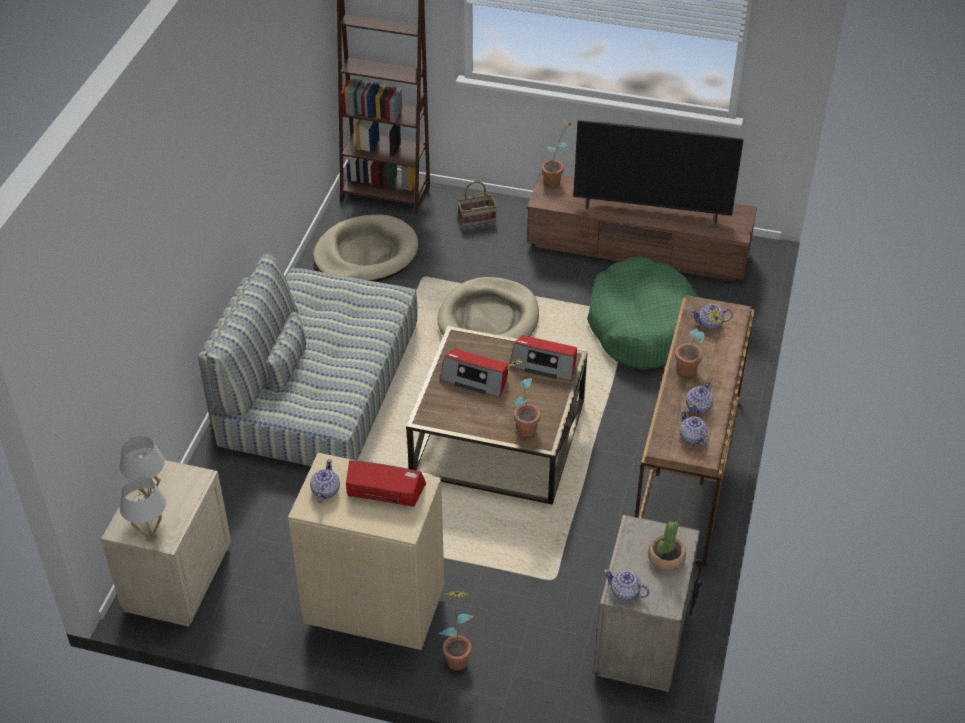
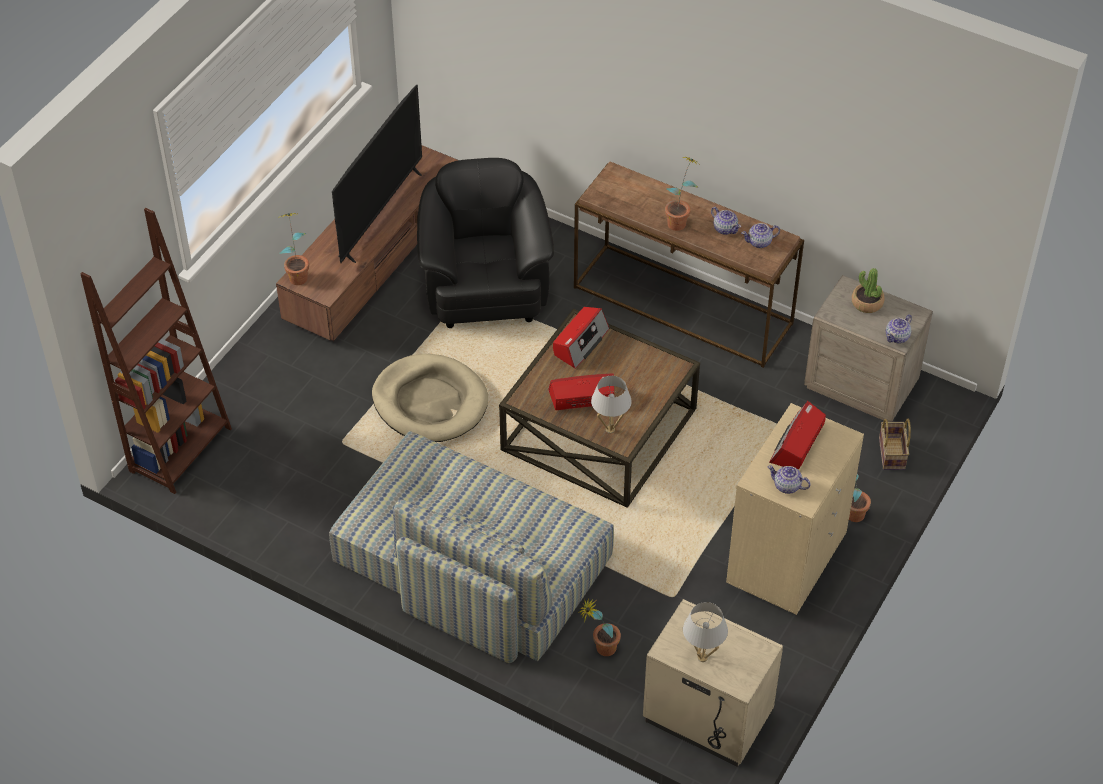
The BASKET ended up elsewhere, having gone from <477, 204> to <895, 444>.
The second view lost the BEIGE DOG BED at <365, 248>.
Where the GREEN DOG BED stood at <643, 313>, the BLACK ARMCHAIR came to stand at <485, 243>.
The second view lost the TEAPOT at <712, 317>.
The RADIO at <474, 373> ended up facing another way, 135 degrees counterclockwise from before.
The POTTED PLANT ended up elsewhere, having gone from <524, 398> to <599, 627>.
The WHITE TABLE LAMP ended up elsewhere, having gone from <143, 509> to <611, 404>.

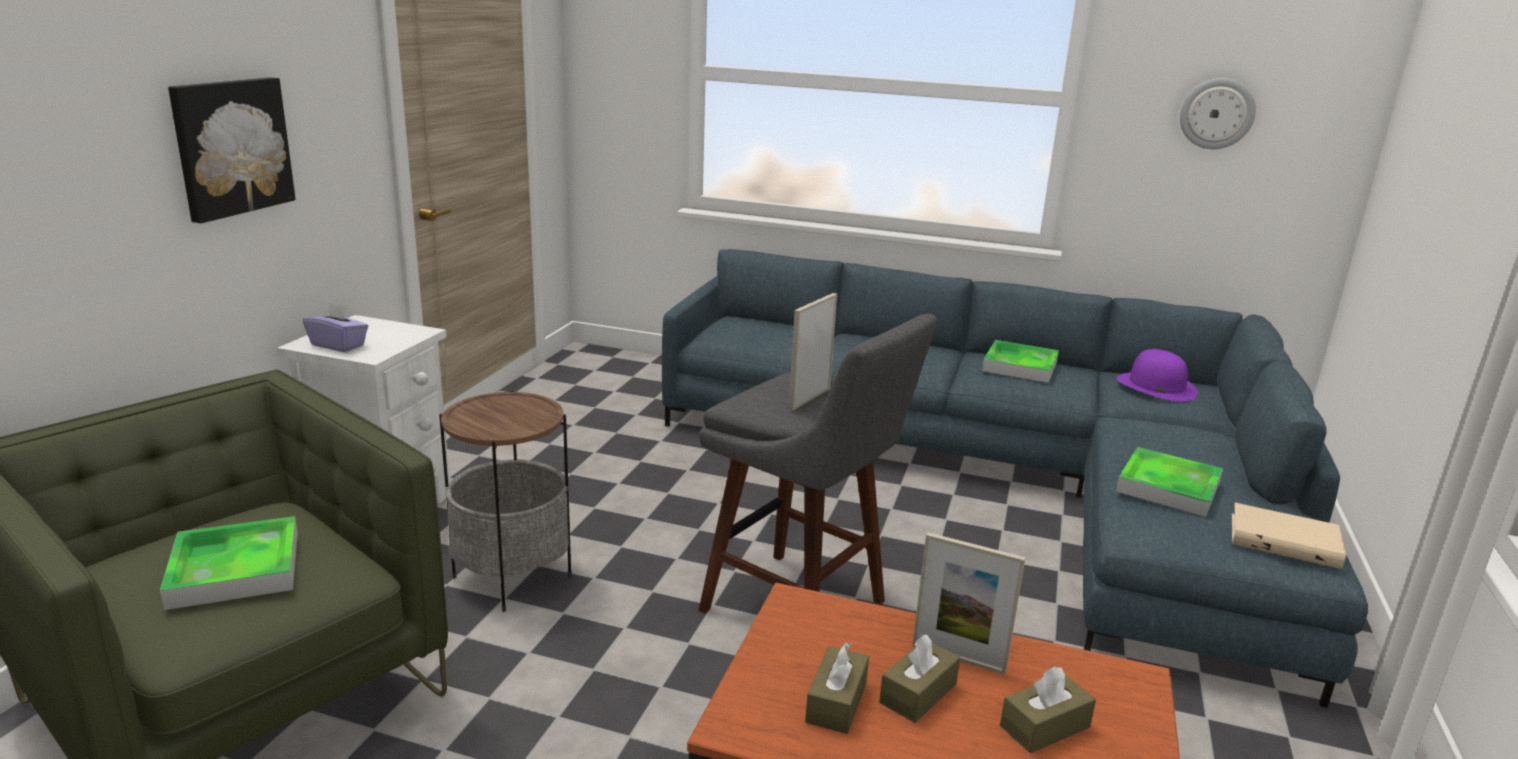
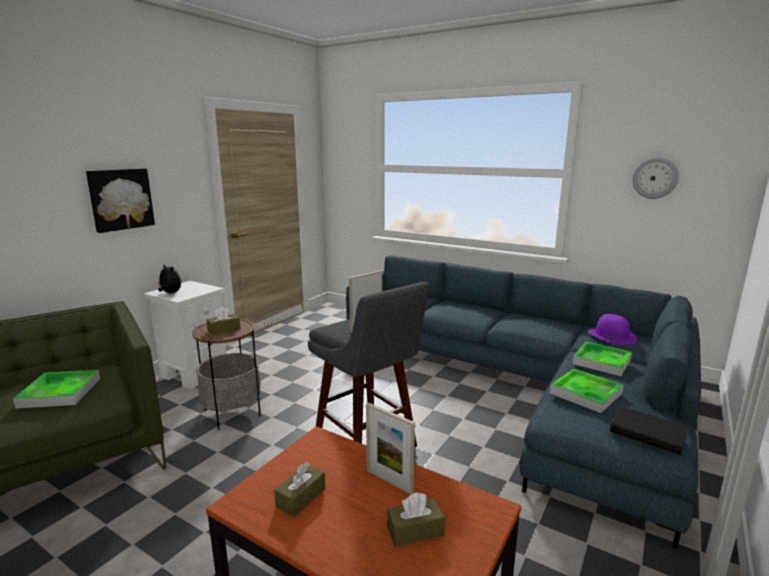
Where the PURPLE TISSUE BOX stood at <335, 327>, the PLUSH TOY came to stand at <169, 278>.
The TRAY ended up elsewhere, having gone from <1020, 361> to <602, 359>.
What was the BEIGE BOOK at <1289, 536> turned into the BLACK BOOK at <649, 430>.
The BROWN TISSUE BOX ended up elsewhere, having gone from <919, 679> to <223, 321>.

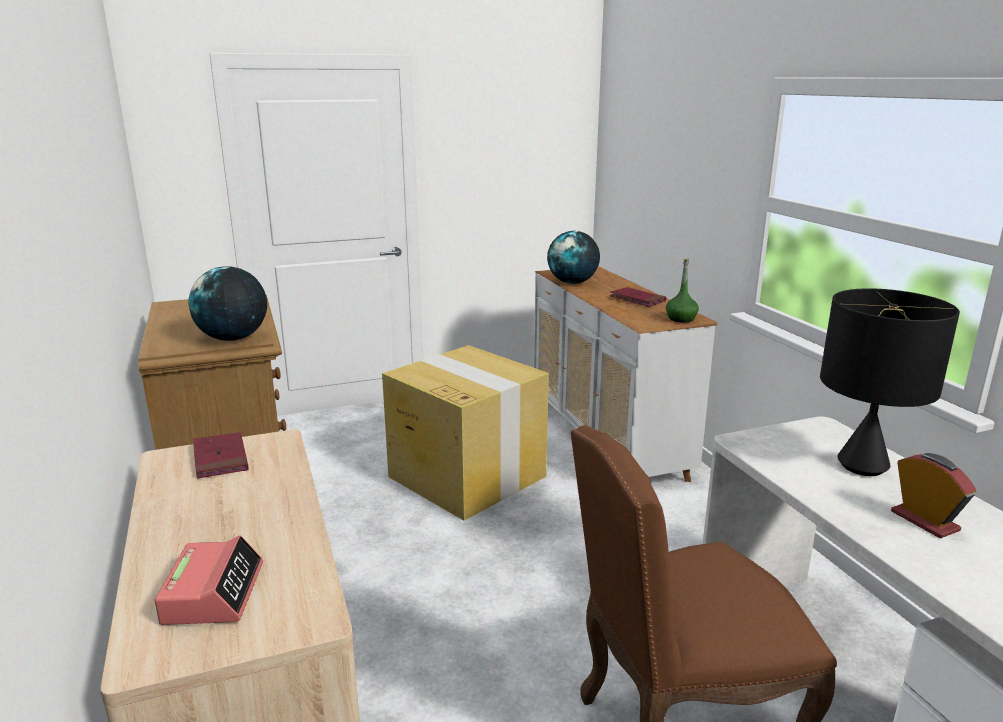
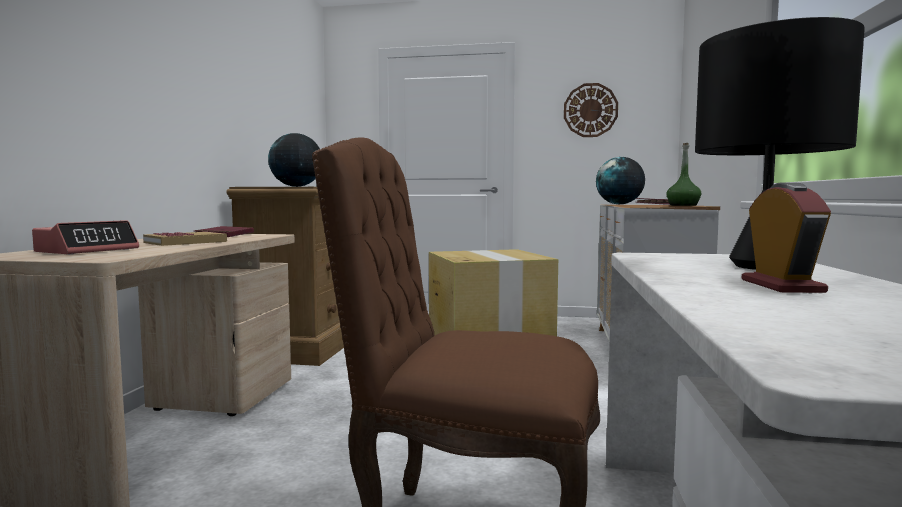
The second view gained the WALL CLOCK at <591, 110>.
The second view gained the BOOK at <185, 239>.

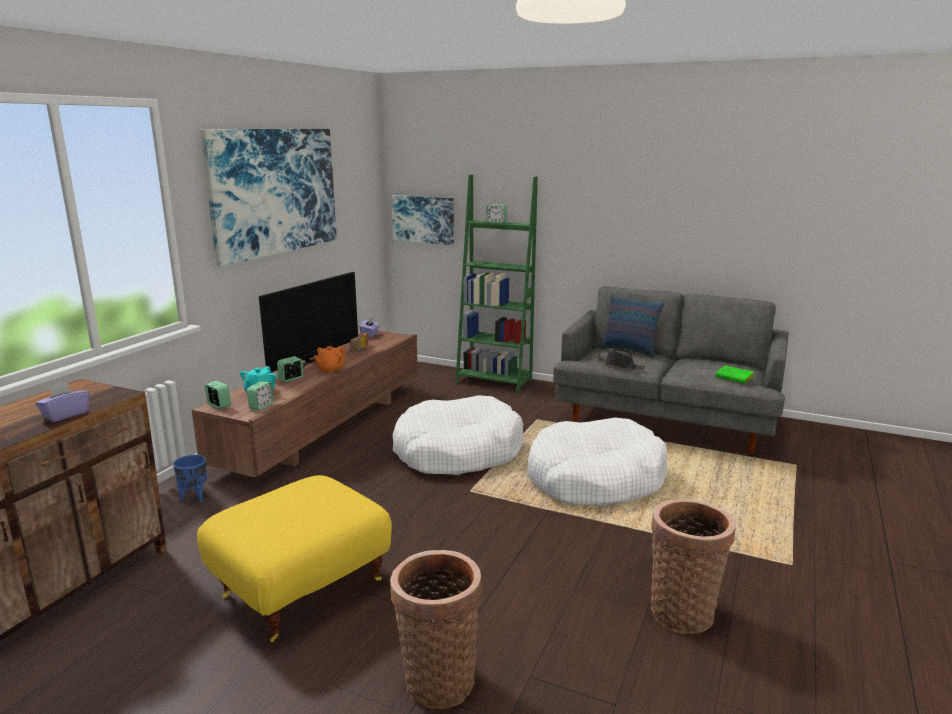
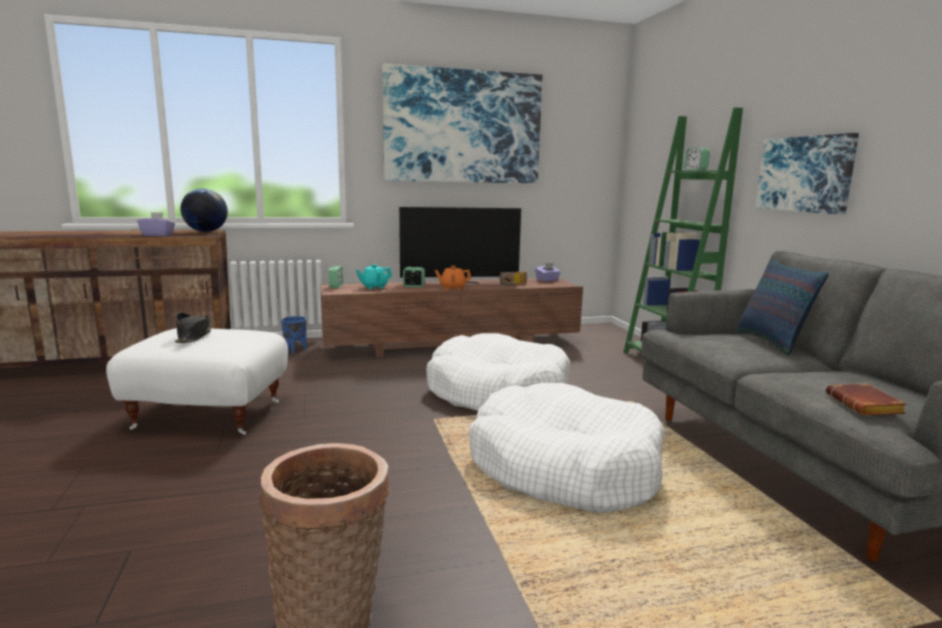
The PICTURE ended up elsewhere, having gone from <422, 220> to <807, 174>.
The BLACK HAT ended up elsewhere, having gone from <620, 359> to <193, 328>.
What was the GREEN BOOK at <735, 374> turned into the BROWN BOOK at <866, 399>.
The second view lost the ALARM CLOCK at <260, 395>.
What was the YELLOW OTTOMAN at <294, 558> turned into the WHITE OTTOMAN at <197, 381>.
The second view lost the BASKET at <436, 629>.
The second view gained the GLOBE at <204, 210>.

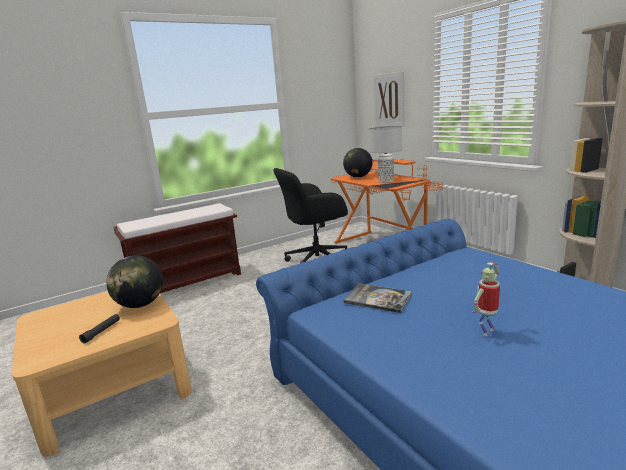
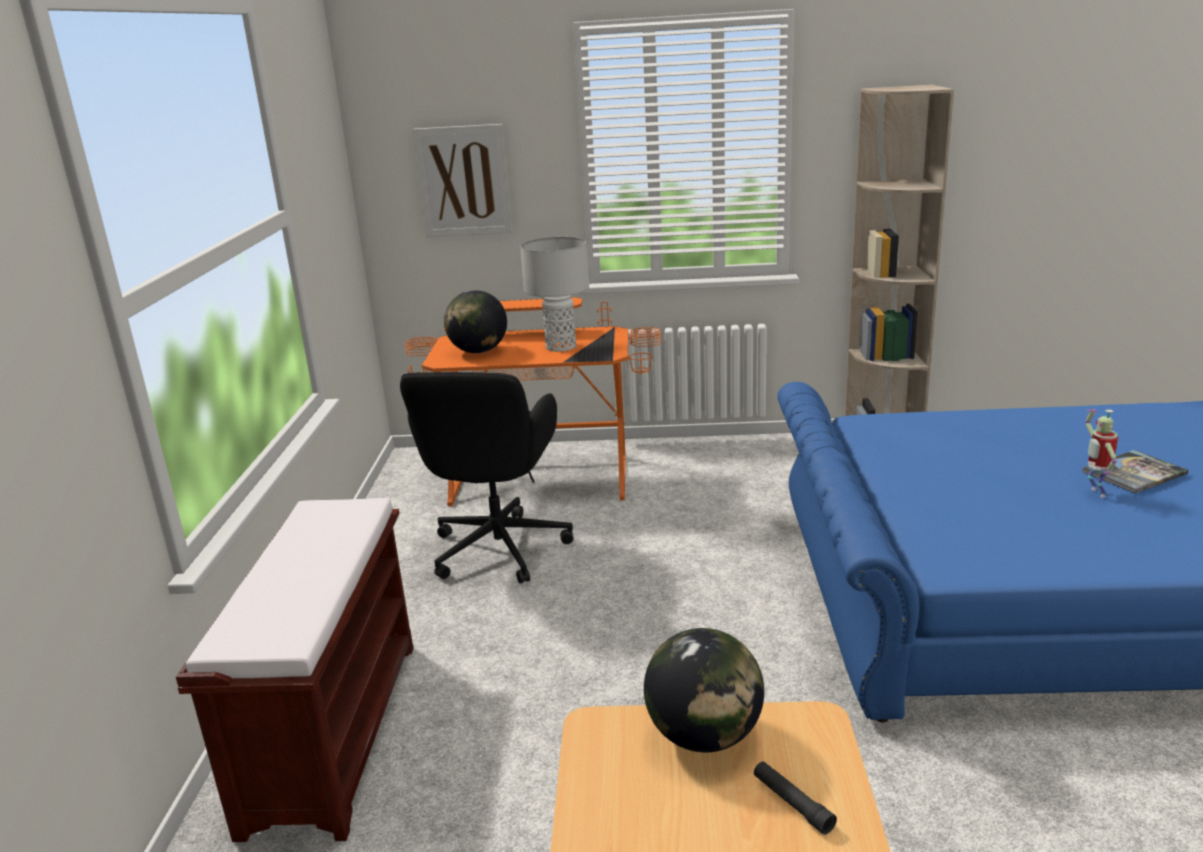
The BOOK ended up elsewhere, having gone from <378, 298> to <1135, 471>.

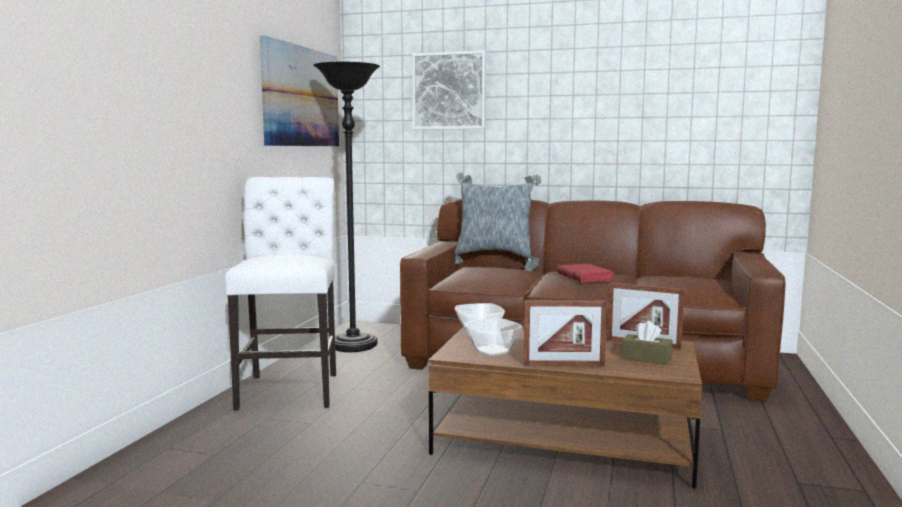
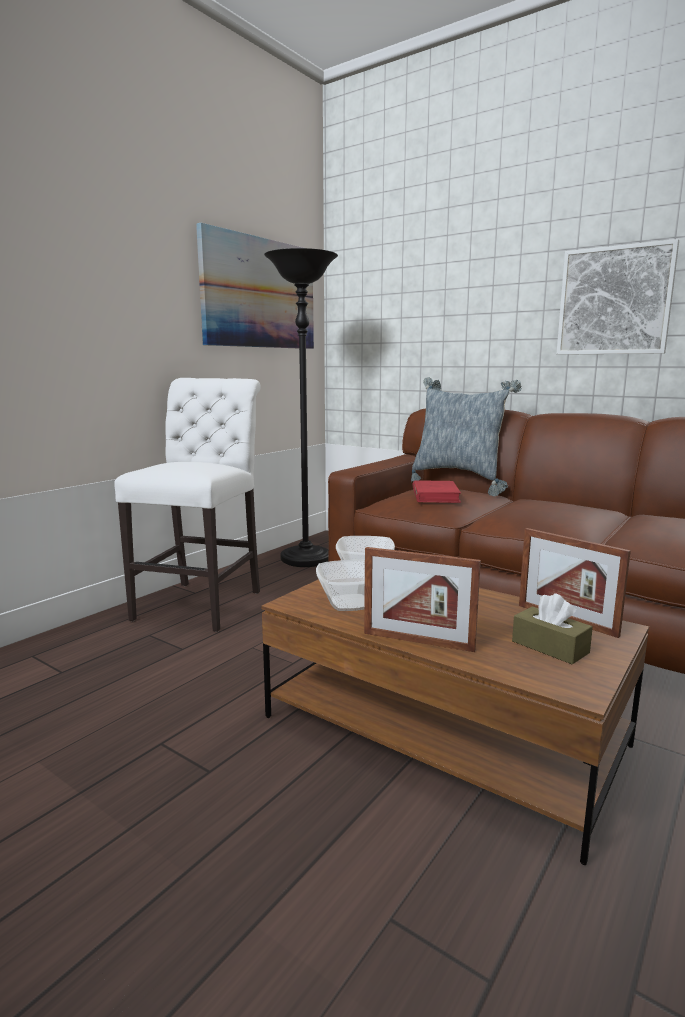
The PICTURE ended up elsewhere, having gone from <449, 90> to <617, 297>.
The RED BOOK ended up elsewhere, having gone from <586, 273> to <436, 492>.

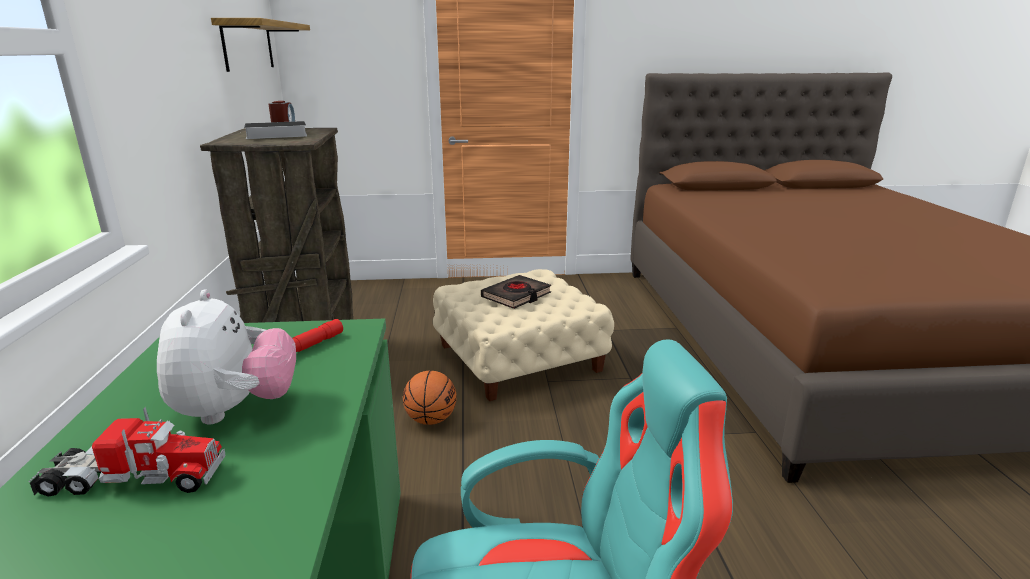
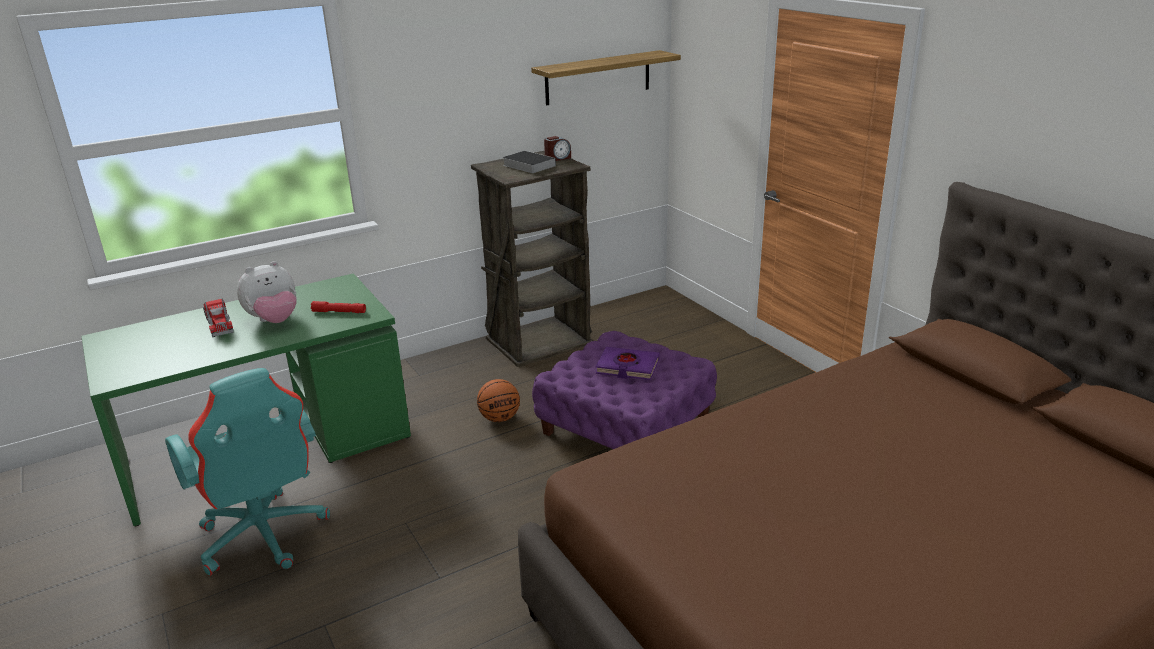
What was the BEIGE OTTOMAN at <523, 335> turned into the PURPLE OTTOMAN at <624, 390>.
What was the BLACK BOOK at <516, 292> turned into the PURPLE BOOK at <628, 363>.

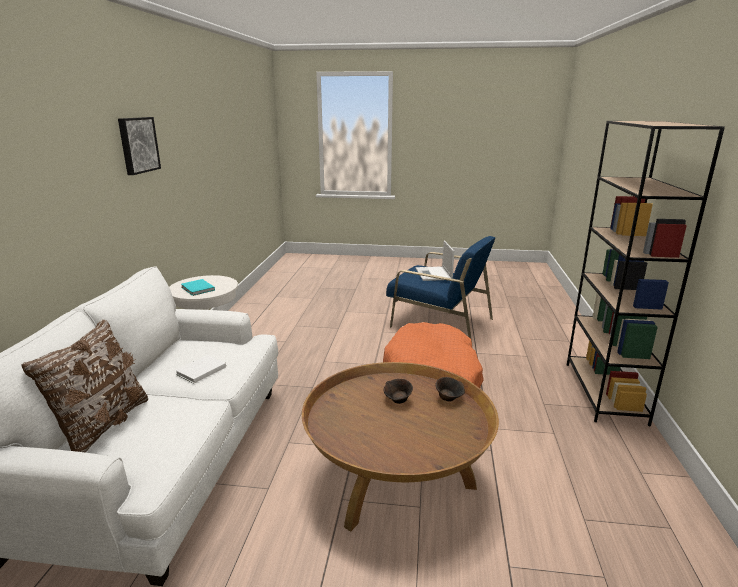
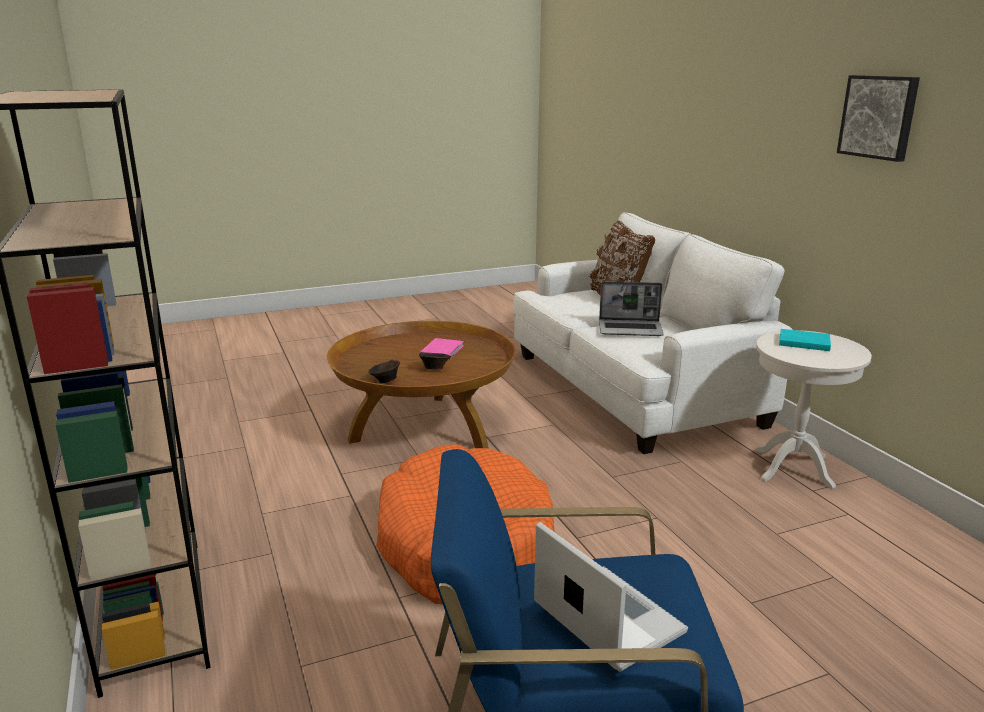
Where the WHITE BOOK stood at <200, 369>, the LAPTOP came to stand at <631, 308>.
The second view gained the PINK BOOK at <442, 349>.

